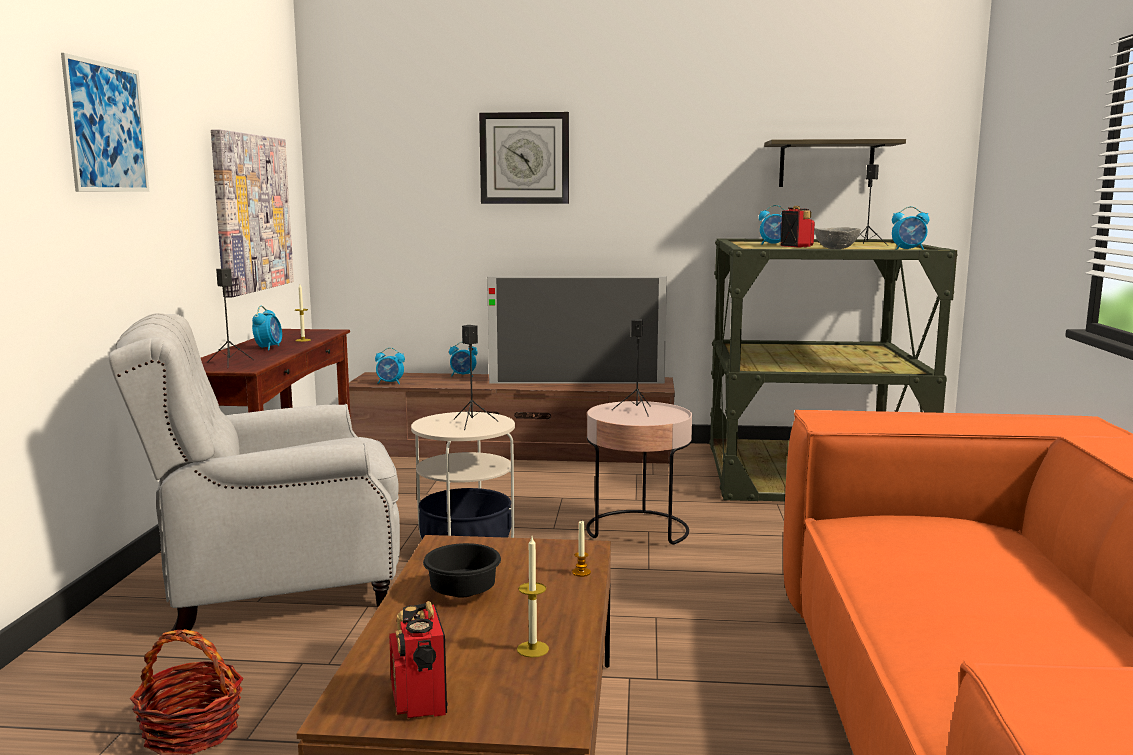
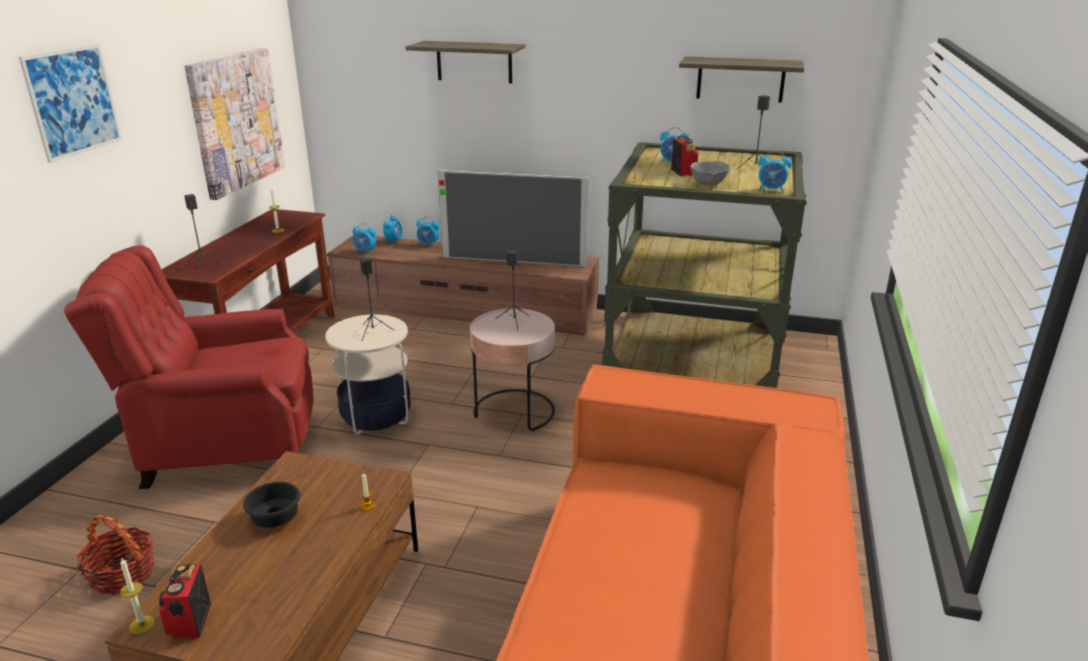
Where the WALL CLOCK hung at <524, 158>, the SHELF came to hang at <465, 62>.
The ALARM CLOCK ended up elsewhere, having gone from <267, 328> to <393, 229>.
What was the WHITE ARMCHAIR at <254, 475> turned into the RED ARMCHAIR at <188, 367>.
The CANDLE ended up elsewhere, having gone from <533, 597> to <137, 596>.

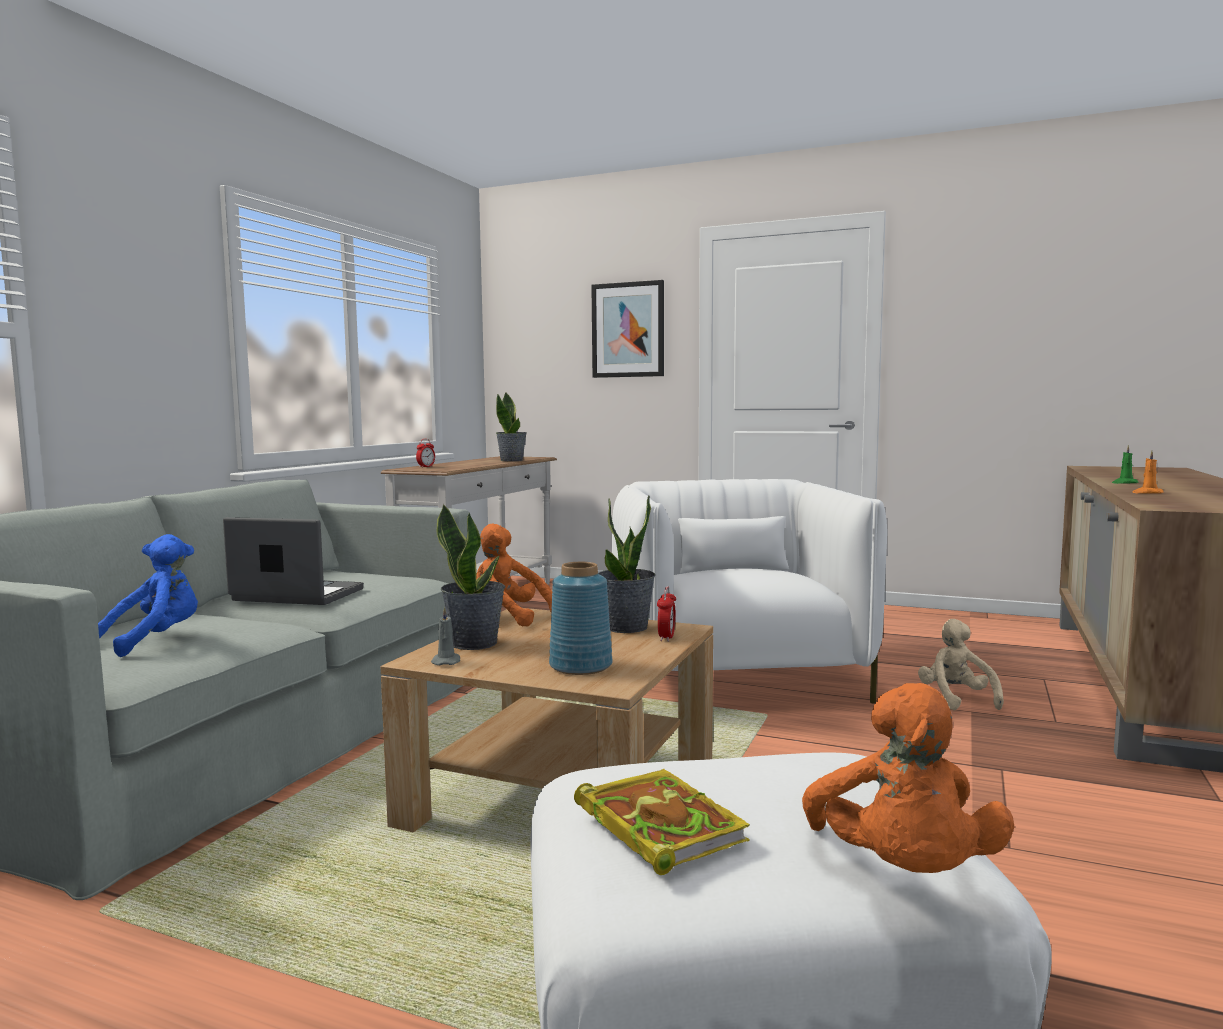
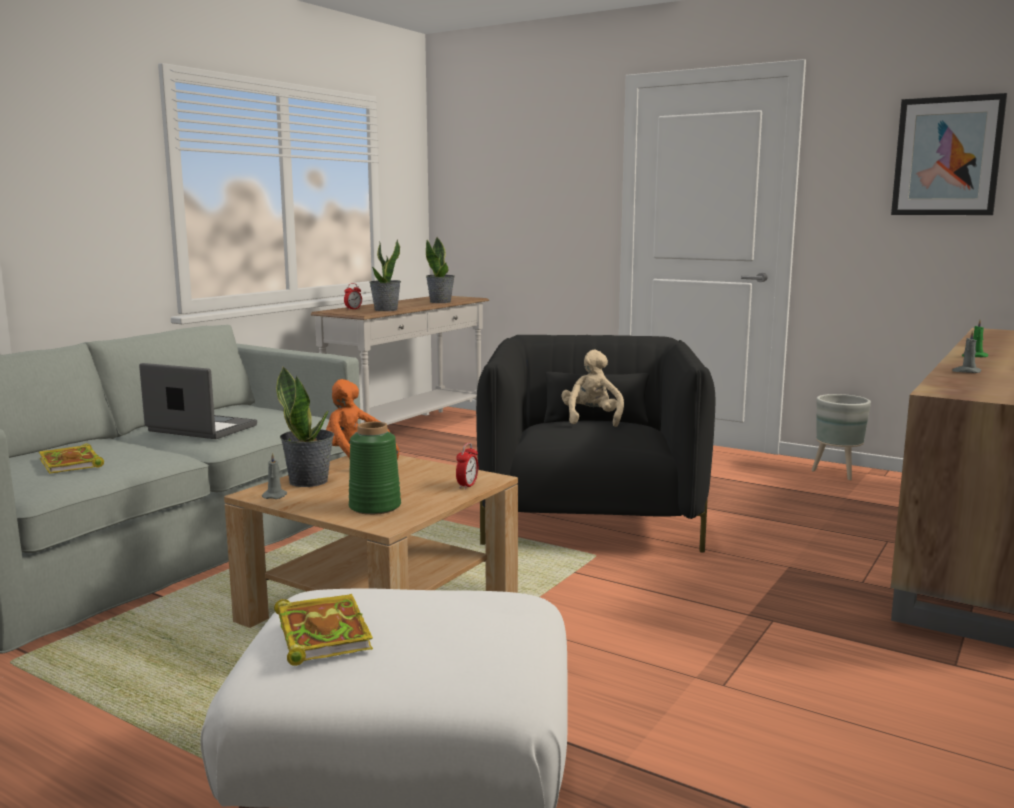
The PICTURE ended up elsewhere, having gone from <627, 329> to <949, 154>.
What was the ORANGE CANDLE at <1147, 472> turned into the GREY CANDLE at <966, 351>.
What was the WHITE ARMCHAIR at <749, 591> turned into the BLACK ARMCHAIR at <595, 444>.
The POTTED PLANT ended up elsewhere, having gone from <626, 564> to <385, 275>.
Where the BLUE PLUSH TOY stood at <148, 595>, the BOOK came to stand at <71, 458>.
What was the BLUE VASE at <581, 618> turned into the GREEN VASE at <375, 468>.
The BEIGE PLUSH TOY ended up elsewhere, having gone from <961, 664> to <592, 388>.
The second view lost the ORANGE PLUSH TOY at <908, 778>.
The second view gained the GREY PLANTER at <841, 437>.

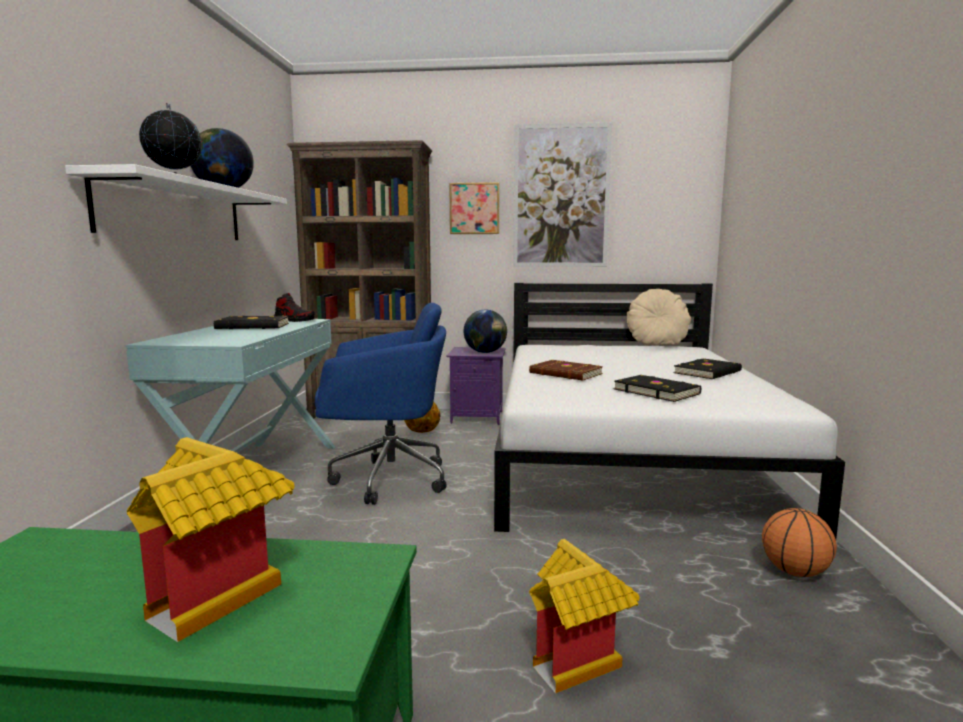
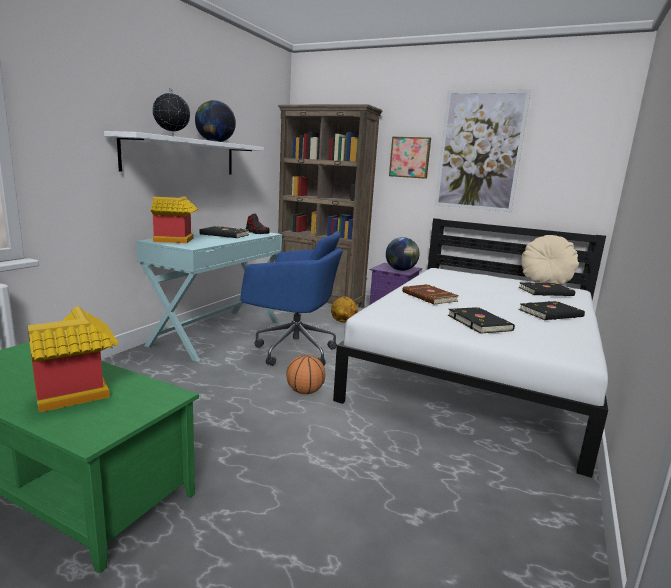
The BASKETBALL ended up elsewhere, having gone from <799, 542> to <305, 374>.
The TOY HOUSE ended up elsewhere, having gone from <584, 616> to <174, 219>.
The second view gained the BLACK BOOK at <546, 289>.

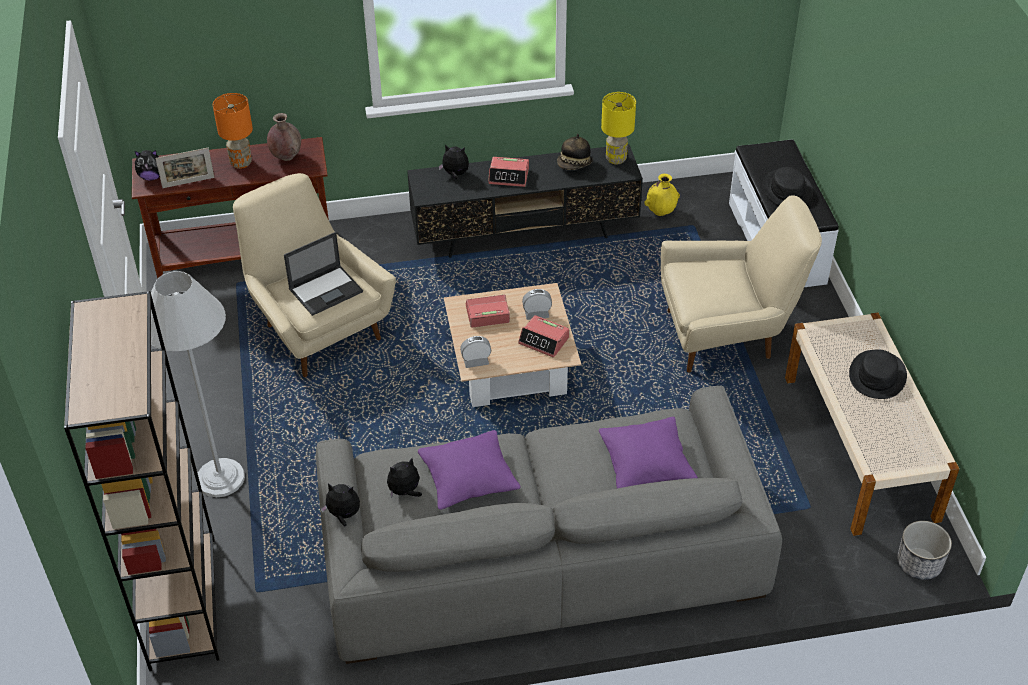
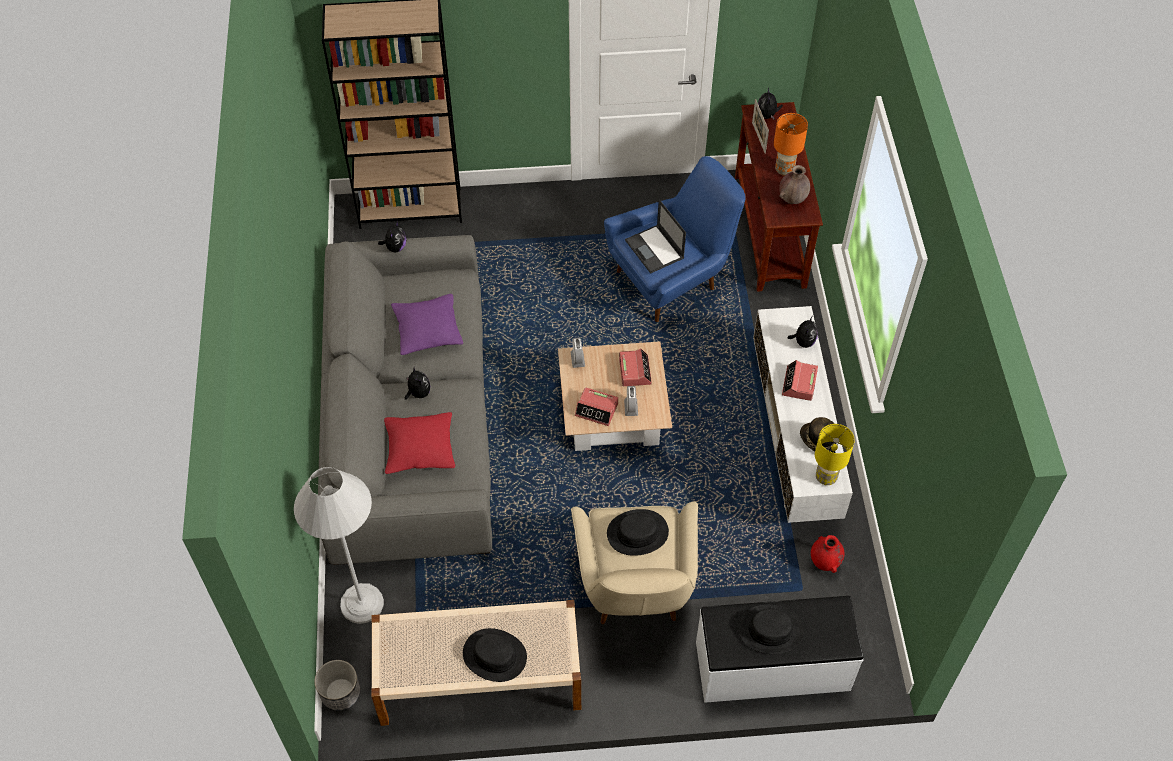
What was the BLACK TV STAND at <525, 201> turned into the WHITE TV STAND at <803, 414>.
What was the BEIGE ARMCHAIR at <314, 275> turned into the BLUE ARMCHAIR at <675, 239>.
What was the YELLOW VASE at <662, 195> turned into the RED VASE at <827, 554>.
The WHITE FLOOR LAMP ended up elsewhere, having gone from <198, 384> to <339, 545>.
The ALARM CLOCK at <543, 336> ended up facing another way, 105 degrees counterclockwise from before.
What was the PURPLE PILLOW at <648, 452> turned into the RED PILLOW at <419, 443>.
The PLUSH TOY ended up elsewhere, having gone from <404, 478> to <417, 383>.
The second view gained the BLACK HAT at <638, 532>.

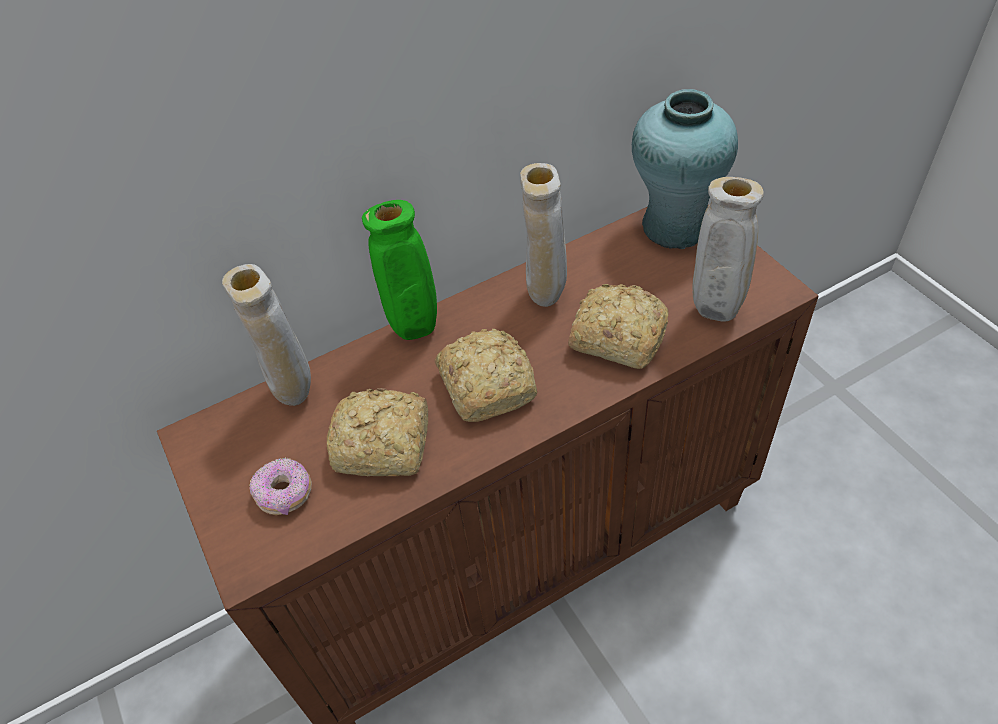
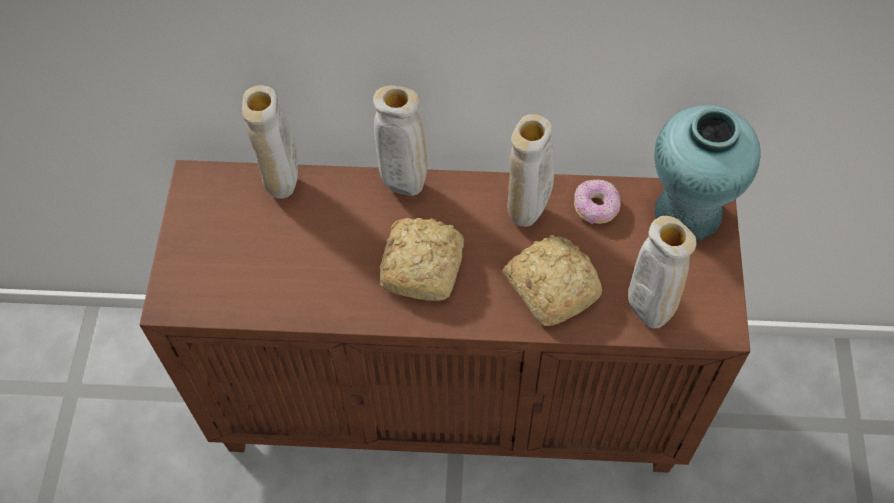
What was the GREEN VASE at <399, 270> turned into the BEIGE VASE at <400, 141>.
The second view lost the BREAD at <377, 432>.
The DONUT ended up elsewhere, having gone from <280, 486> to <597, 201>.

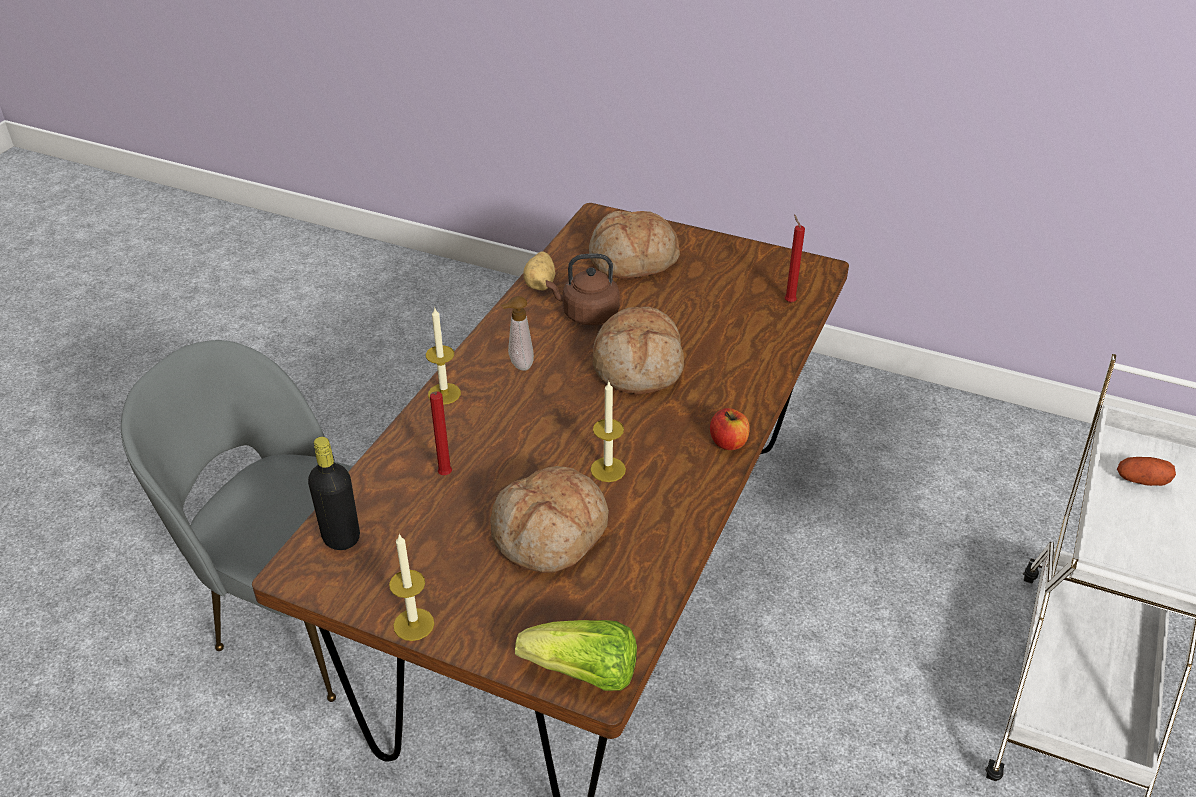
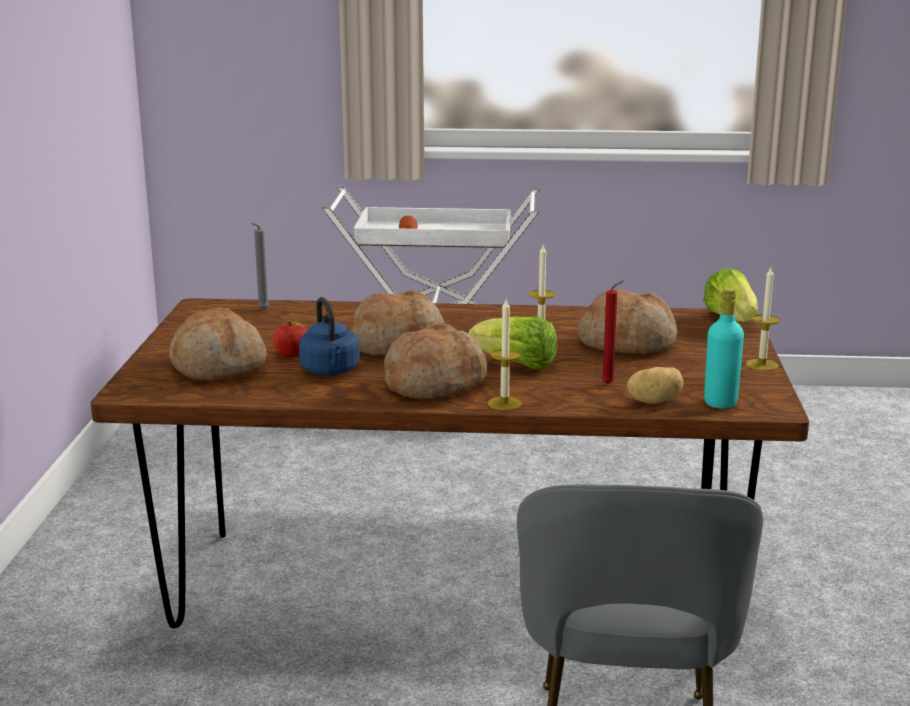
What was the RED CANDLE at <795, 258> turned into the GREY CANDLE at <260, 266>.
The POTATO ended up elsewhere, having gone from <539, 271> to <655, 385>.
What was the BROWN KETTLE at <583, 289> turned into the BLUE KETTLE at <329, 336>.
Where the SOAP DISPENSER stood at <517, 333>, the BREAD came to stand at <435, 361>.
The APPLE ended up elsewhere, having gone from <730, 429> to <289, 339>.
What was the BLACK BOTTLE at <334, 493> turned into the TURQUOISE BOTTLE at <724, 348>.
The second view gained the LETTUCE at <512, 343>.

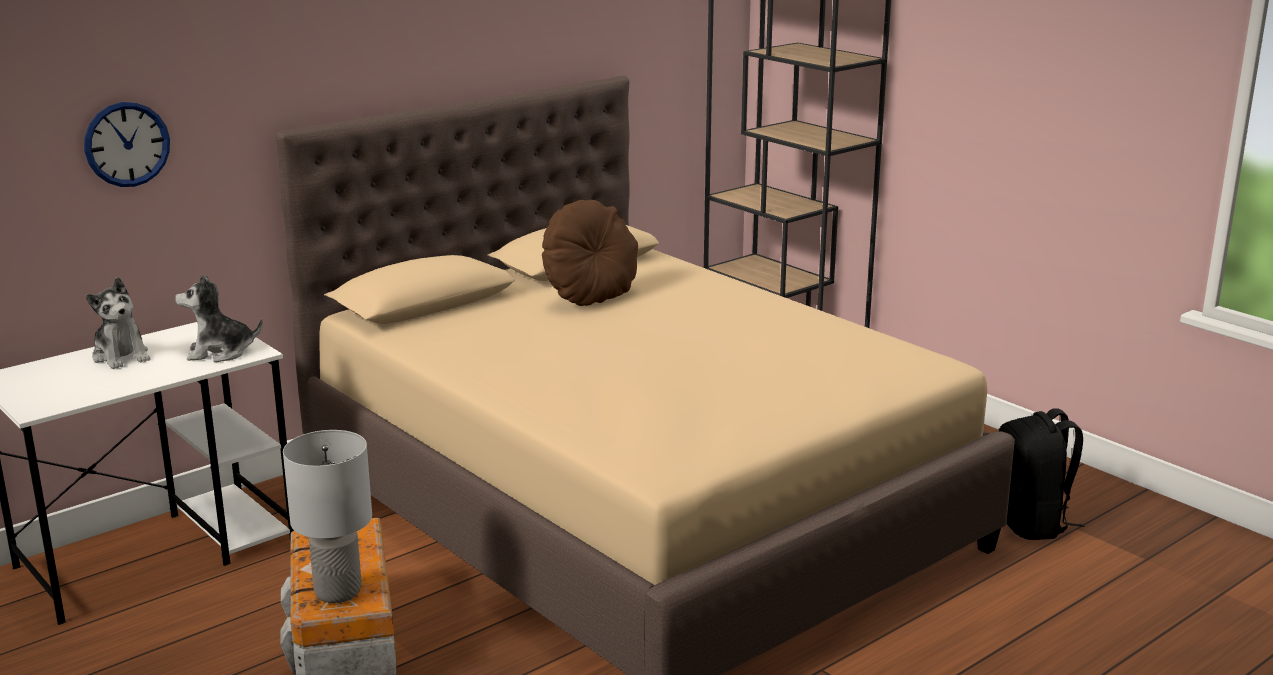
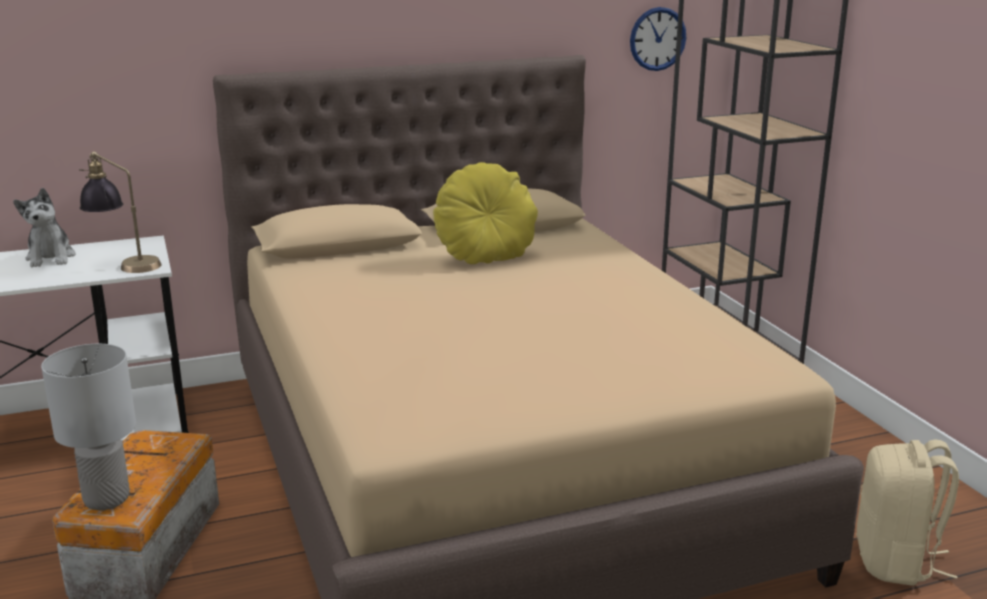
The WALL CLOCK ended up elsewhere, having gone from <127, 144> to <658, 39>.
What was the BROWN PILLOW at <590, 253> turned into the YELLOW PILLOW at <485, 213>.
Where the PLUSH TOY stood at <219, 318>, the TABLE LAMP came to stand at <120, 212>.
What was the BLACK BACKPACK at <1042, 474> turned into the BEIGE BACKPACK at <907, 513>.

